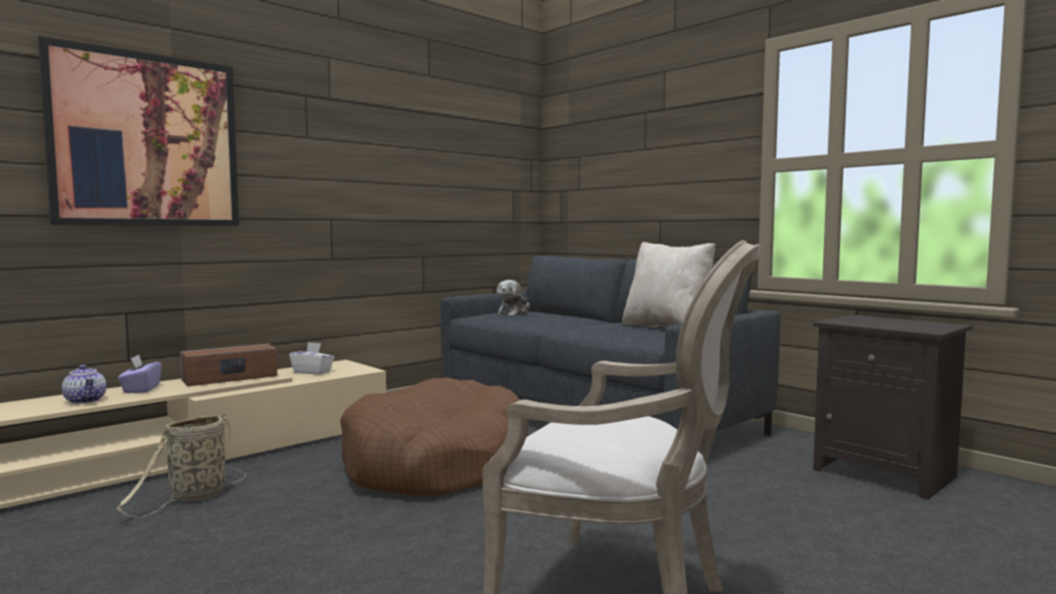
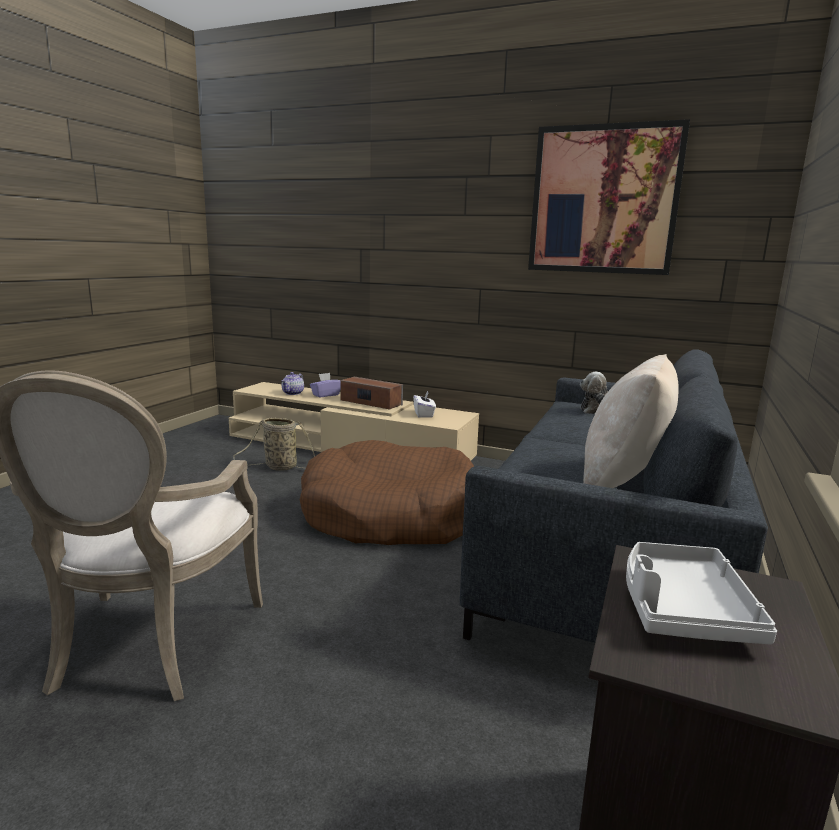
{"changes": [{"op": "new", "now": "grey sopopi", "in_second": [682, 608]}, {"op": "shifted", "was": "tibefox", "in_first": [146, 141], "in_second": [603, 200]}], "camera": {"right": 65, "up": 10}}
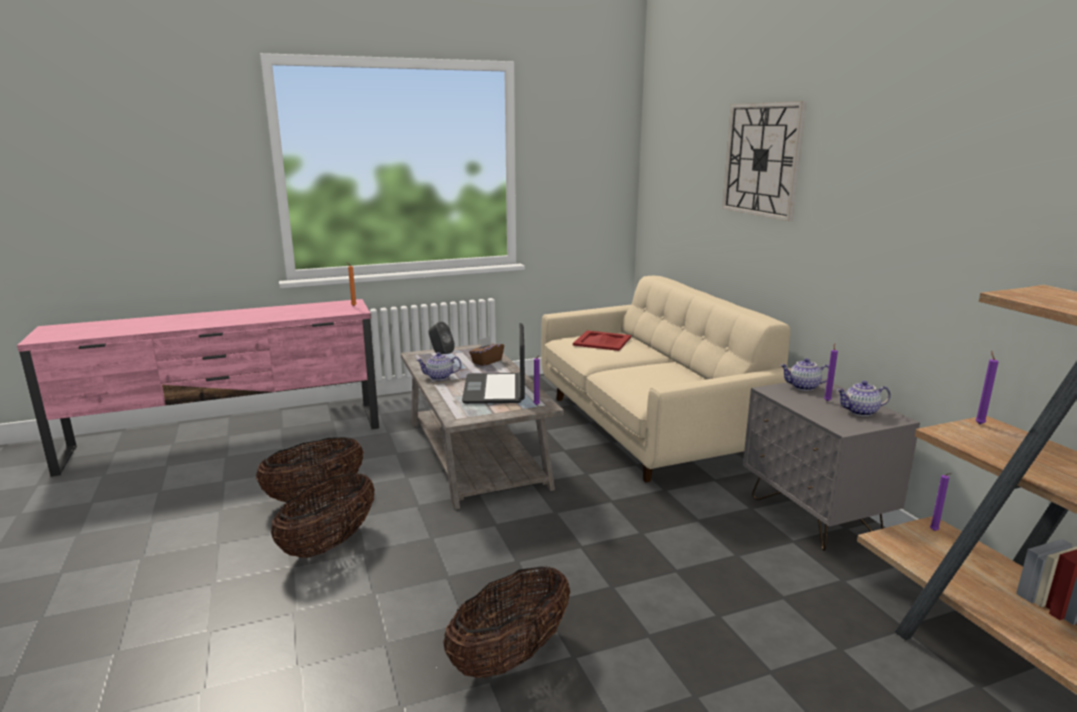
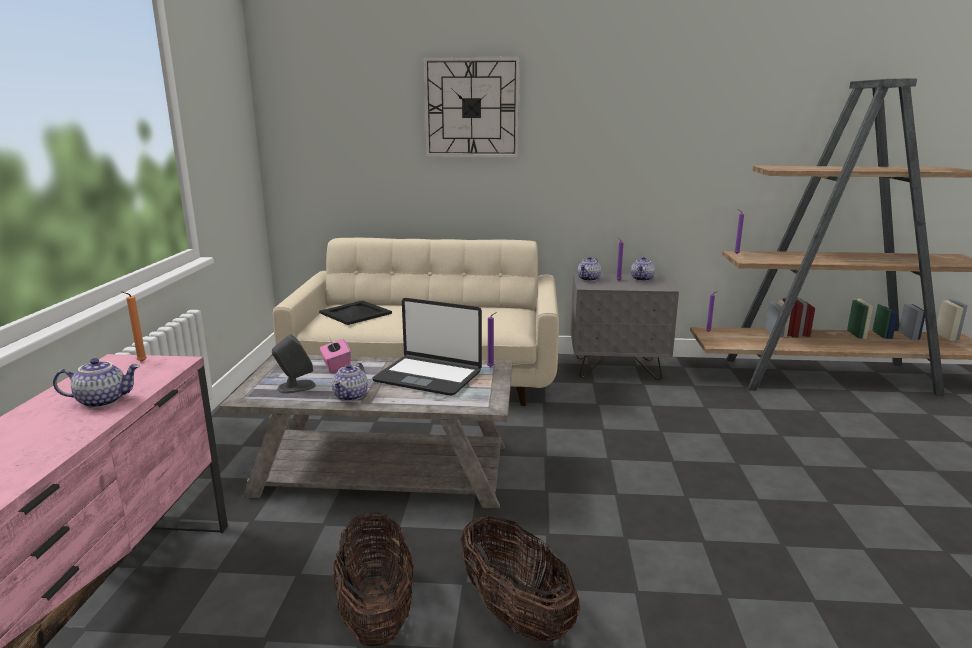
{"changes": [{"op": "gone", "was": "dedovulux", "in_first": [511, 656]}, {"op": "new", "now": "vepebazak", "in_second": [103, 401]}, {"op": "repainted", "was": "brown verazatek", "now": "pink verazatek", "in_first": [486, 361], "in_second": [336, 366]}, {"op": "repainted", "was": "red sopopi", "now": "black sopopi", "in_first": [603, 341], "in_second": [355, 313]}], "camera": {"right": -65, "up": 0}}
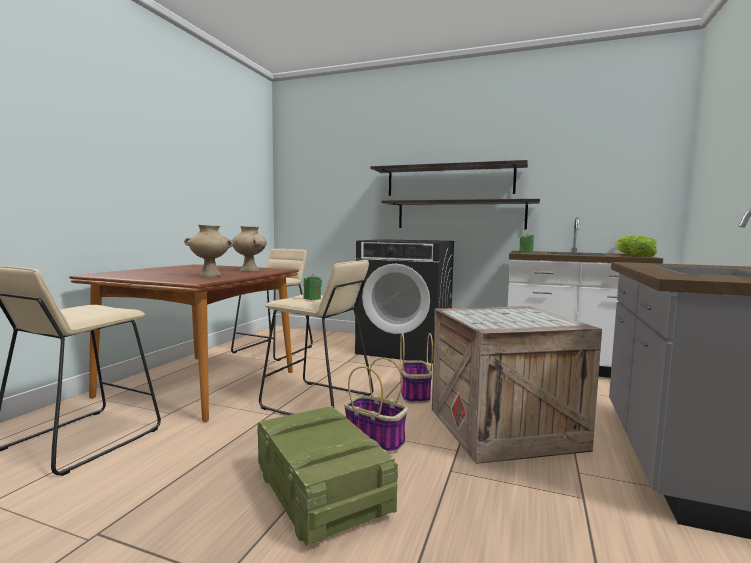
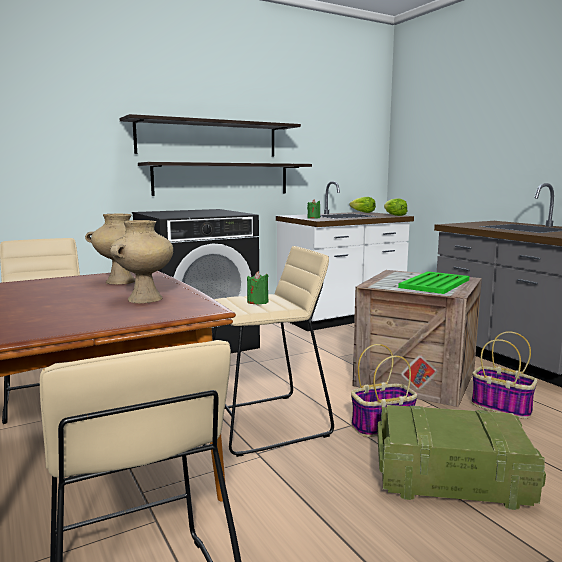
{"changes": [{"op": "new", "now": "green sopopi", "in_second": [435, 283]}, {"op": "shifted", "was": "dedovulux", "in_first": [415, 394], "in_second": [502, 407]}], "camera": {"right": -50, "up": 5}}
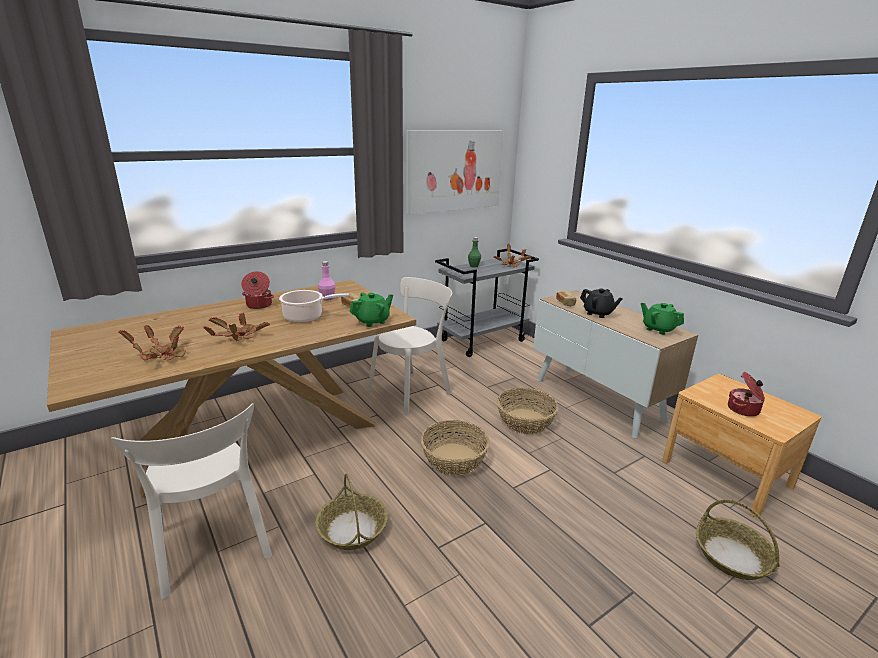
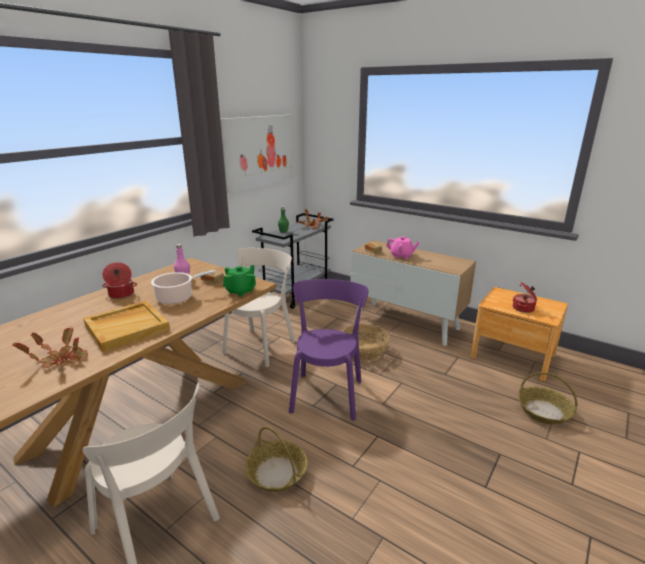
{"changes": [{"op": "gone", "was": "green vepebazak", "in_first": [658, 329]}, {"op": "swapped", "was": "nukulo", "now": "beige sopopi", "in_first": [239, 337], "in_second": [127, 327]}, {"op": "swapped", "was": "dedovulux", "now": "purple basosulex", "in_first": [454, 459], "in_second": [327, 393]}, {"op": "repainted", "was": "black vepebazak", "now": "pink vepebazak", "in_first": [598, 313], "in_second": [401, 256]}], "camera": {"right": -20, "up": 0}}
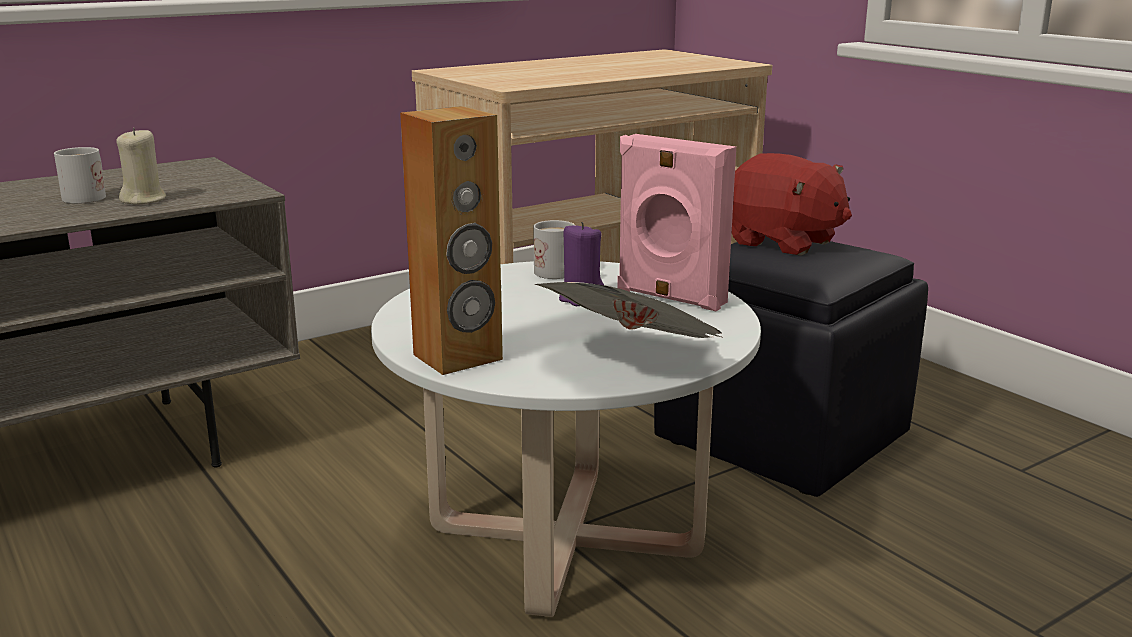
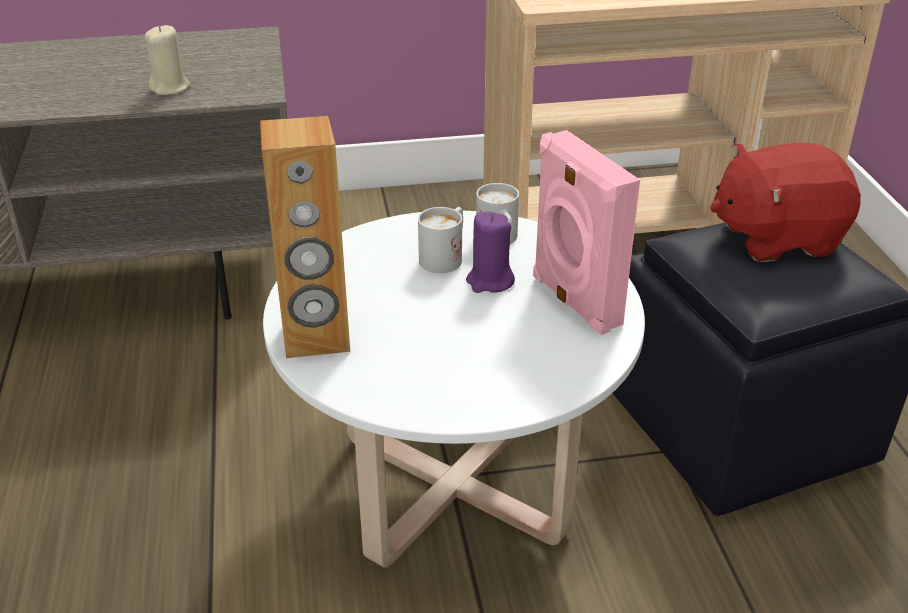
{"changes": [{"op": "gone", "was": "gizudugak", "in_first": [636, 361]}, {"op": "shifted", "was": "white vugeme", "in_first": [89, 196], "in_second": [445, 256]}, {"op": "rotated", "was": "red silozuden", "in_first": [782, 242], "in_second": [776, 237], "clockwise": 105}], "camera": {"right": 25, "up": 15}}
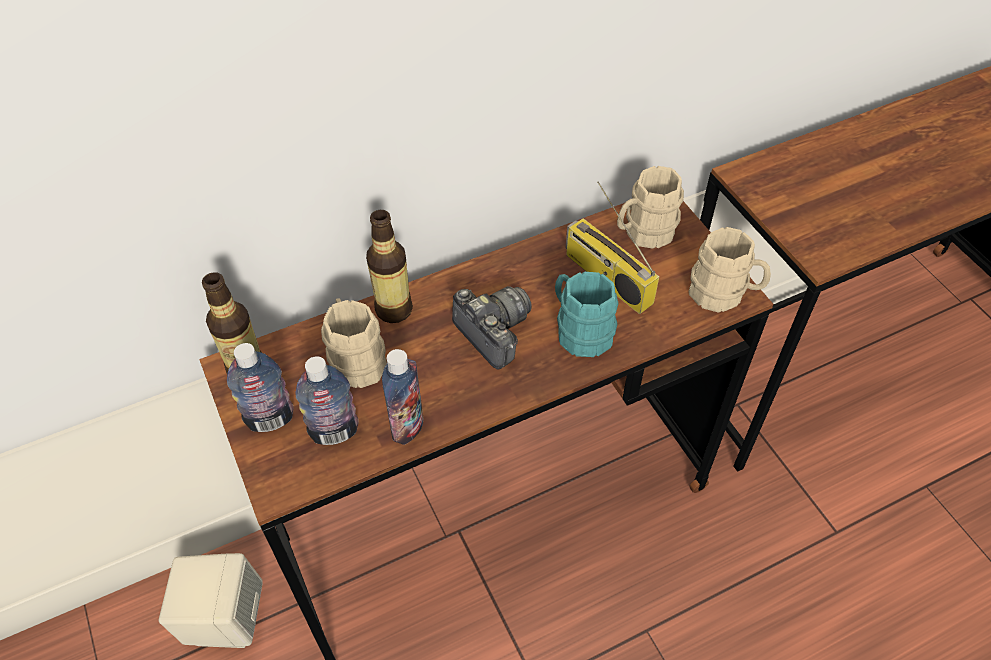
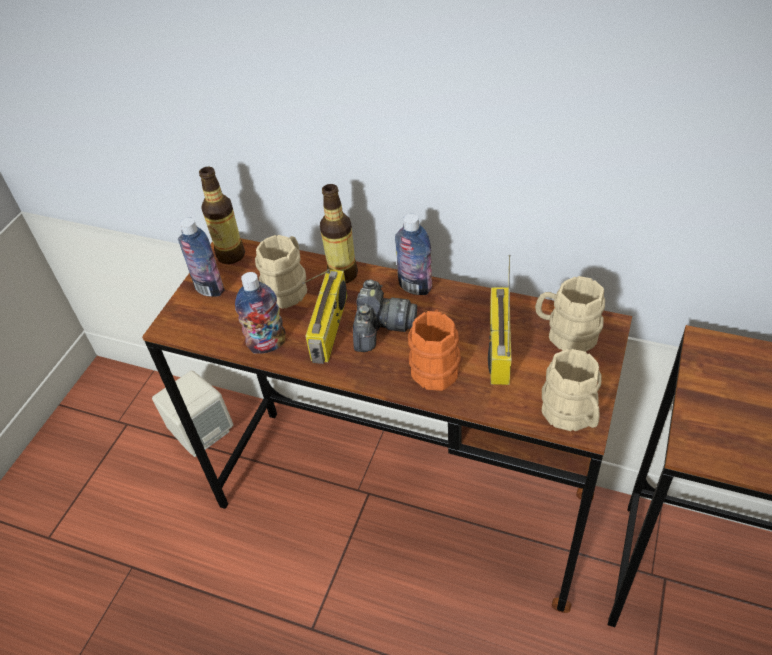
{"changes": [{"op": "new", "now": "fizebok", "in_second": [330, 329]}, {"op": "shifted", "was": "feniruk", "in_first": [334, 432], "in_second": [415, 287]}, {"op": "repainted", "was": "turquoise vugeme", "now": "orange vugeme", "in_first": [579, 331], "in_second": [435, 365]}], "camera": {"right": 50, "up": -5}}
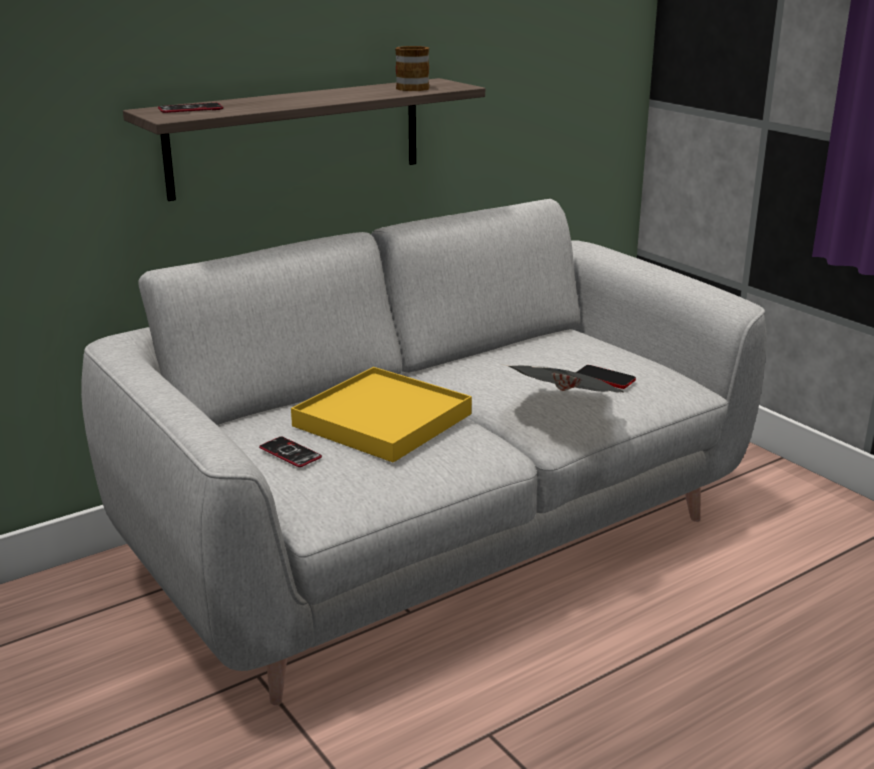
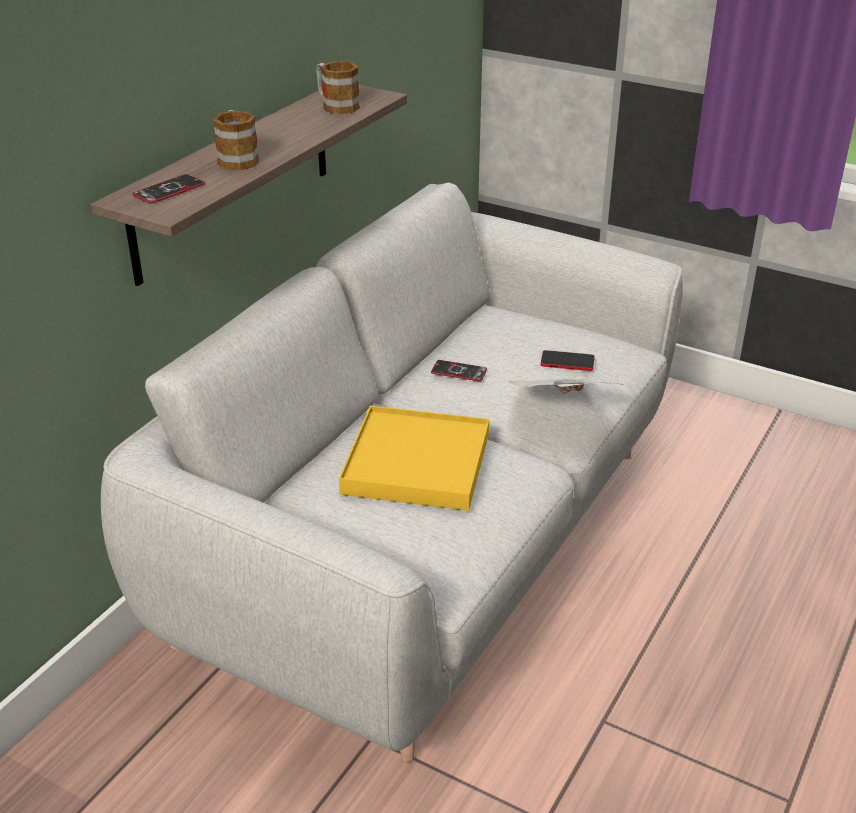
{"changes": [{"op": "new", "now": "vugeme", "in_second": [237, 159]}, {"op": "shifted", "was": "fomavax", "in_first": [290, 453], "in_second": [459, 371]}], "camera": {"right": -25, "up": 10}}
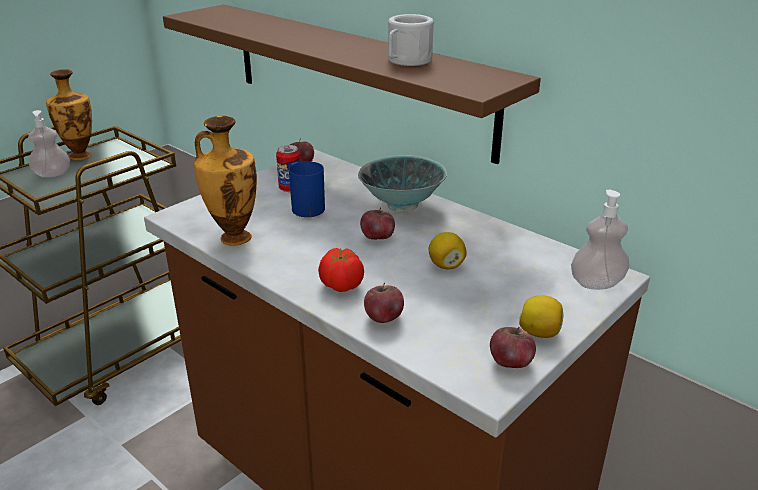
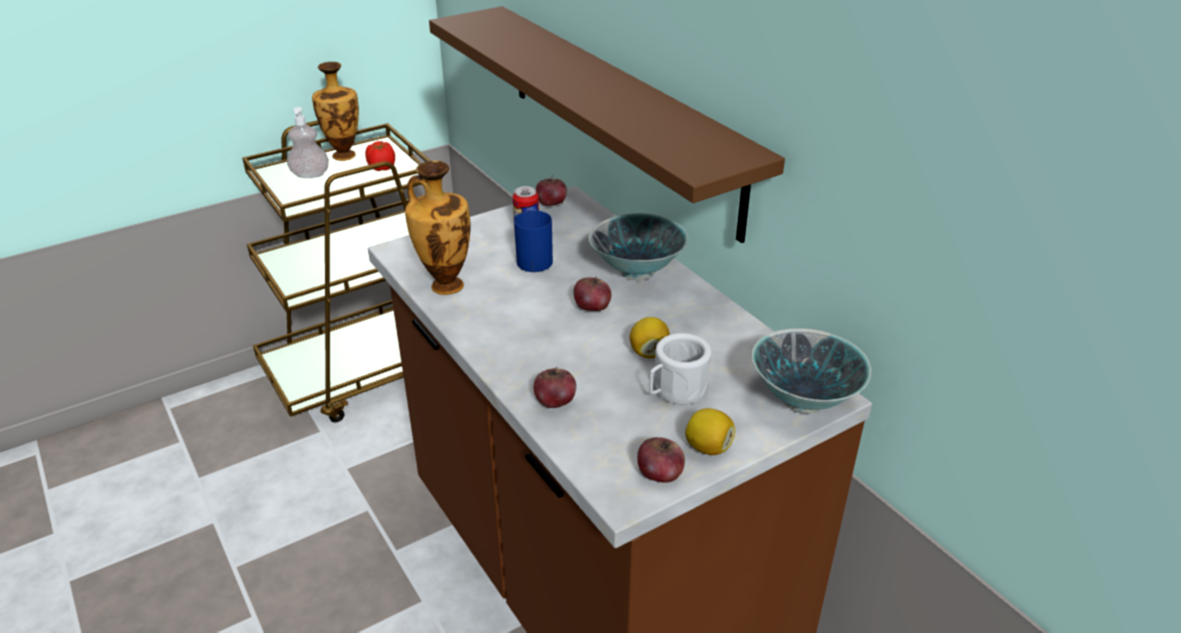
{"changes": [{"op": "shifted", "was": "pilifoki", "in_first": [341, 286], "in_second": [381, 168]}, {"op": "shifted", "was": "white vugeme", "in_first": [406, 61], "in_second": [675, 390]}, {"op": "swapped", "was": "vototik", "now": "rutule", "in_first": [596, 283], "in_second": [804, 401]}], "camera": {"right": 15, "up": 5}}
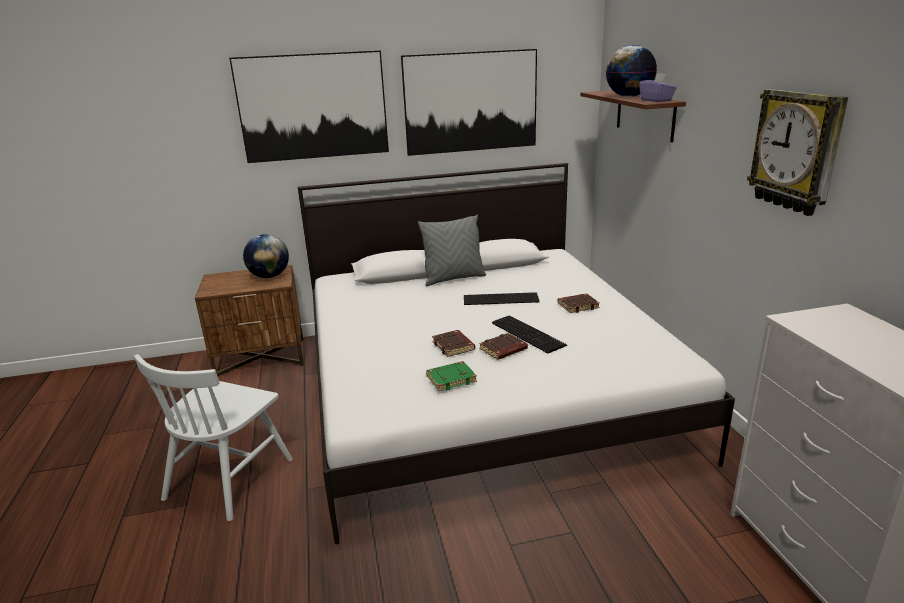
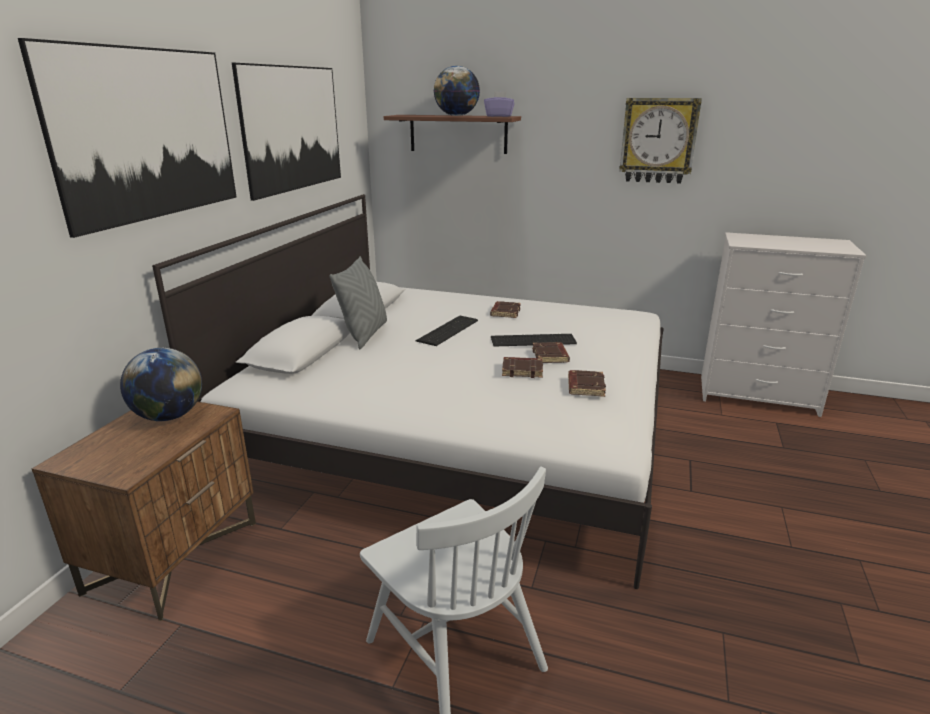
{"changes": [{"op": "repainted", "was": "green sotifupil", "now": "brown sotifupil", "in_first": [451, 379], "in_second": [585, 386]}], "camera": {"right": -60, "up": 0}}
